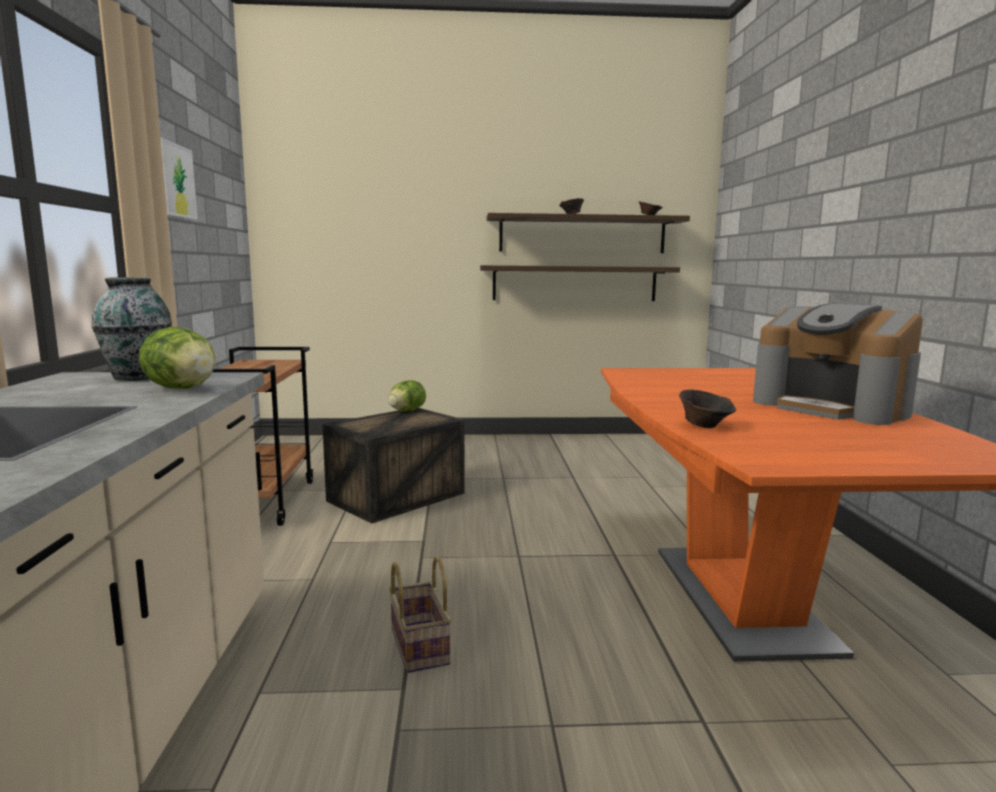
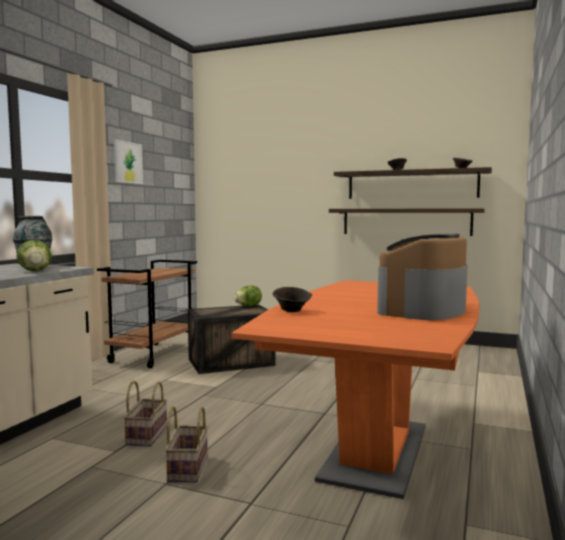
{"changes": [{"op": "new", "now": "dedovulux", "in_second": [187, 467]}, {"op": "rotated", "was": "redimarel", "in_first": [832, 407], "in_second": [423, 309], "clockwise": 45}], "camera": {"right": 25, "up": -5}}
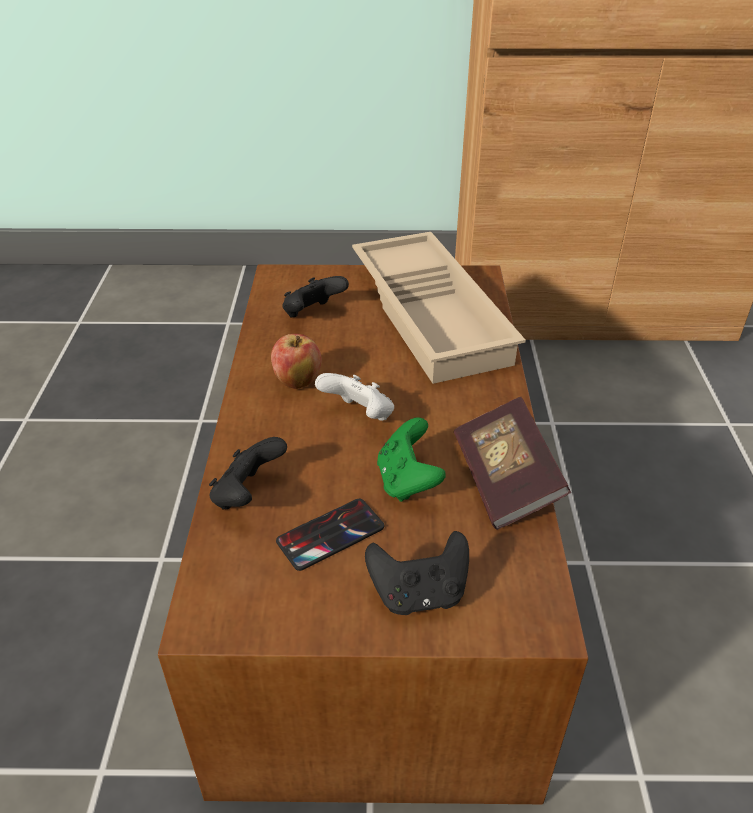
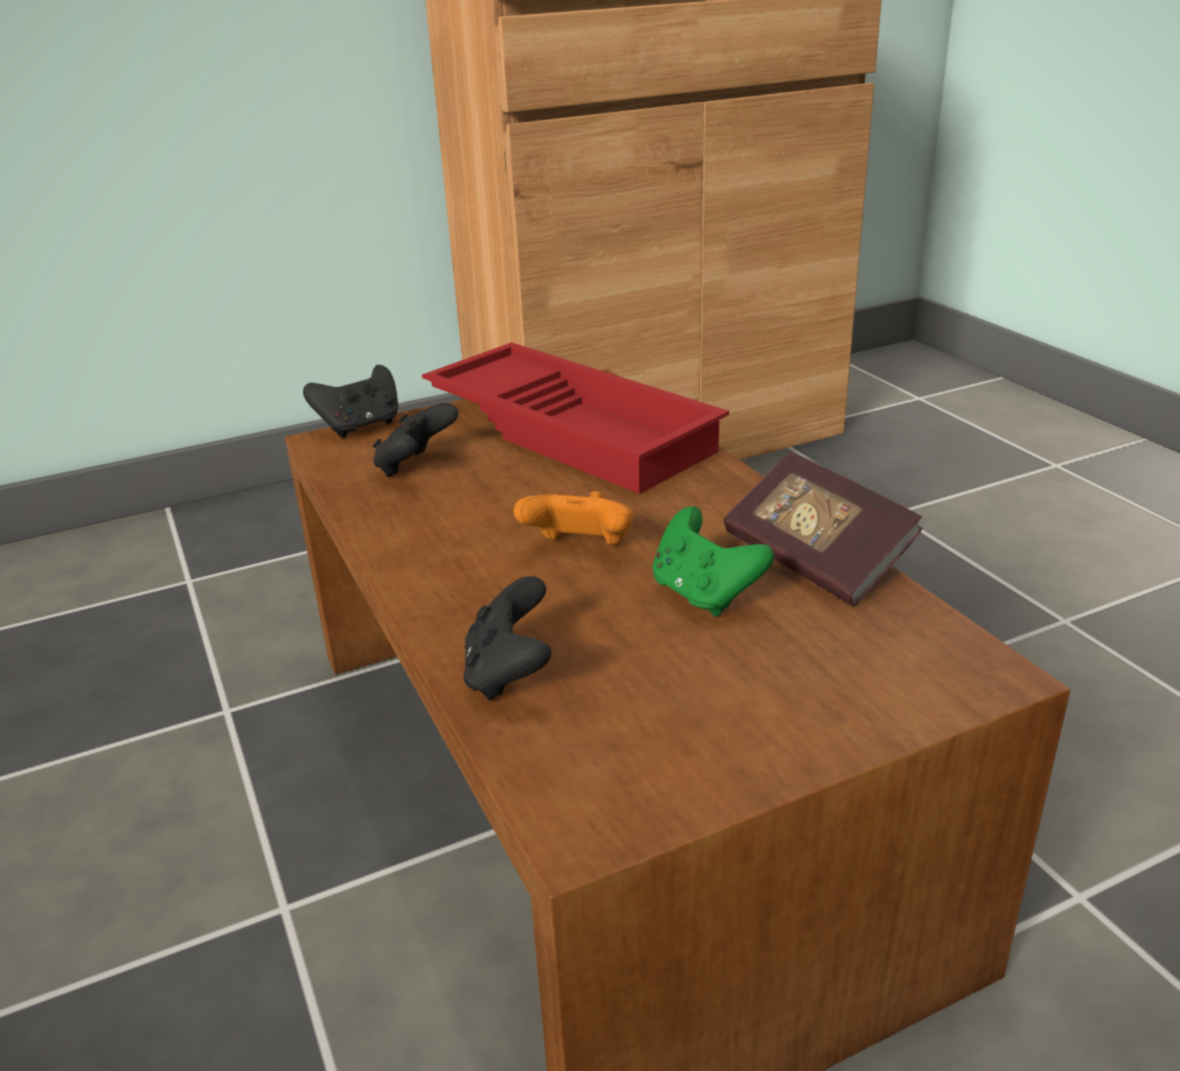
{"changes": [{"op": "gone", "was": "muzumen", "in_first": [297, 382]}, {"op": "gone", "was": "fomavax", "in_first": [330, 534]}, {"op": "shifted", "was": "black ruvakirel", "in_first": [419, 594], "in_second": [360, 426]}, {"op": "repainted", "was": "white ruvakirel", "now": "orange ruvakirel", "in_first": [359, 416], "in_second": [579, 550]}, {"op": "repainted", "was": "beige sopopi", "now": "red sopopi", "in_first": [433, 315], "in_second": [575, 430]}], "camera": {"right": -25, "up": -10}}
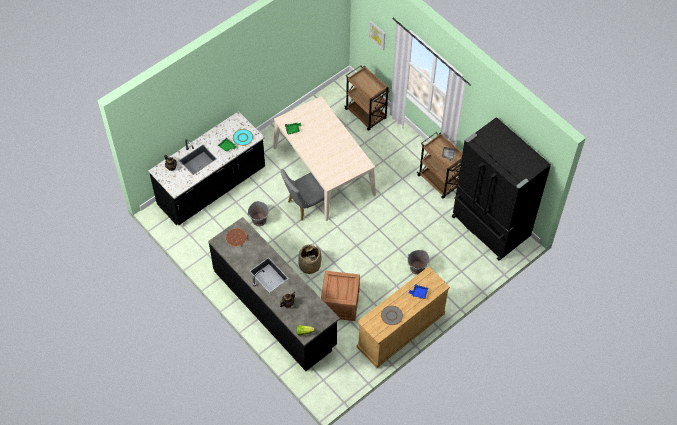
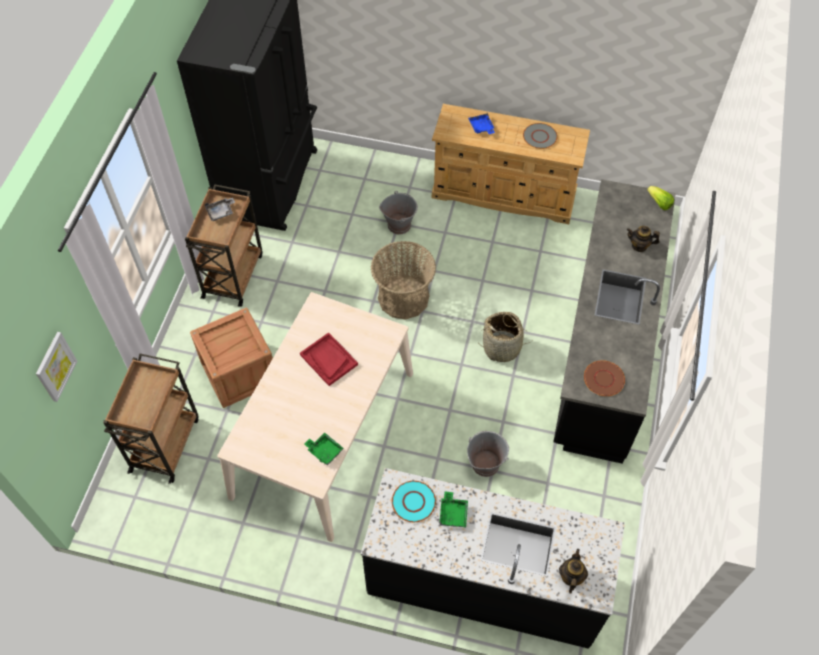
{"changes": [{"op": "gone", "was": "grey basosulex", "in_first": [305, 205]}, {"op": "new", "now": "red sopopi", "in_second": [328, 360]}, {"op": "new", "now": "dedovulux", "in_second": [403, 297]}, {"op": "shifted", "was": "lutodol", "in_first": [340, 304], "in_second": [239, 372]}], "camera": {"right": -125, "up": 0}}
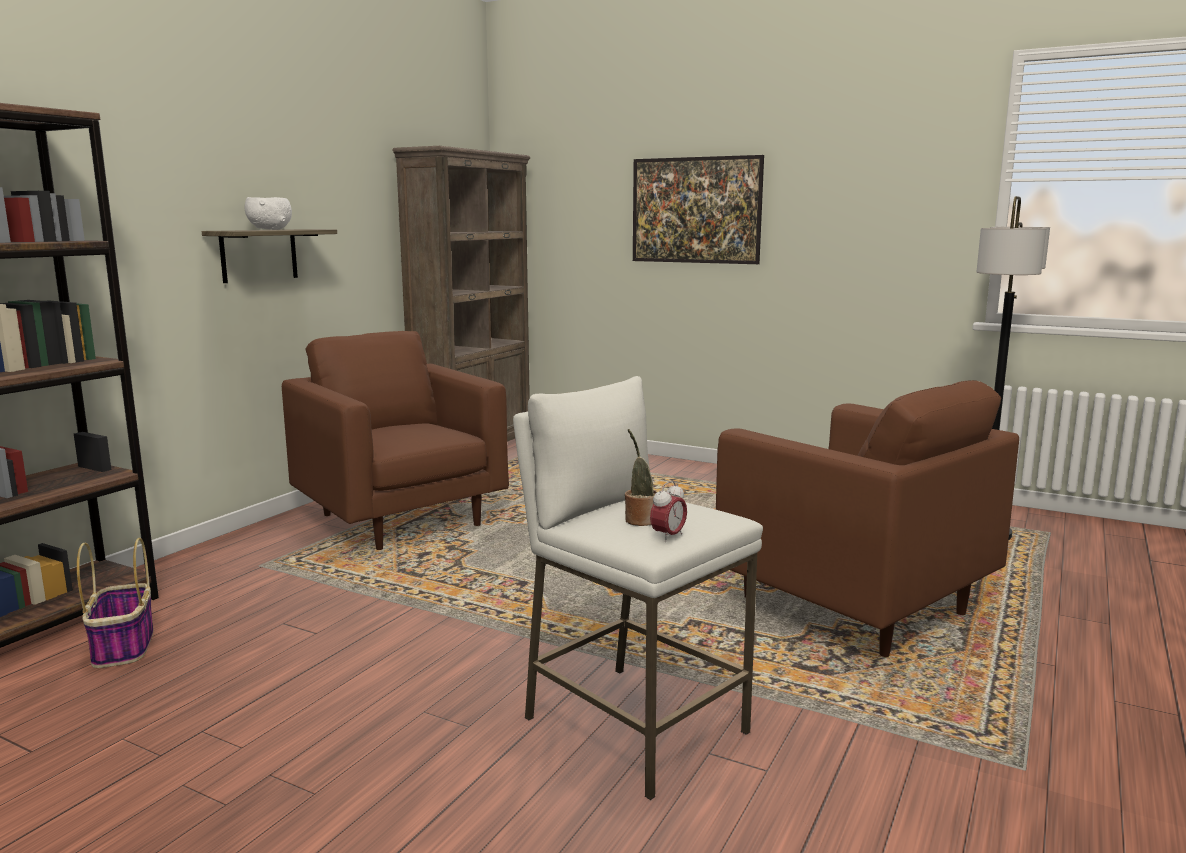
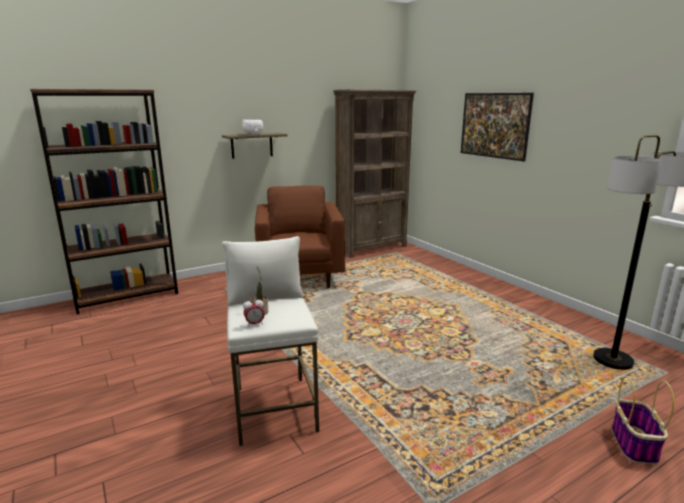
{"changes": [{"op": "gone", "was": "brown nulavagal", "in_first": [854, 607]}, {"op": "shifted", "was": "dedovulux", "in_first": [123, 647], "in_second": [634, 445]}], "camera": {"right": 30, "up": 5}}
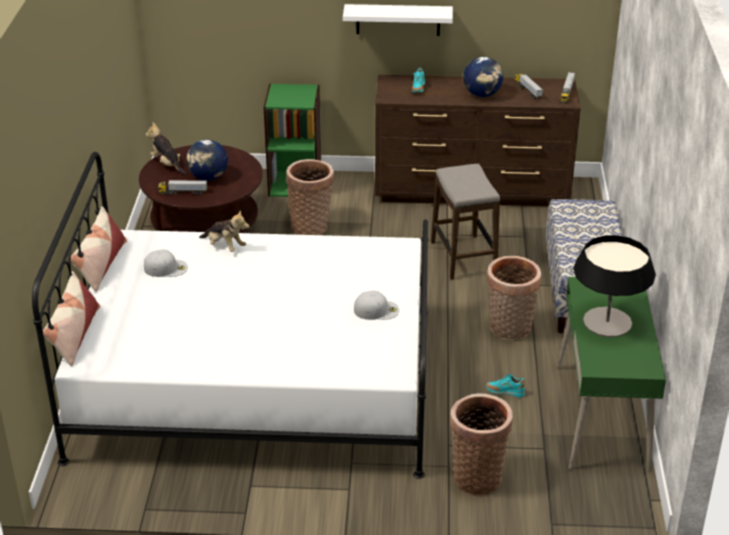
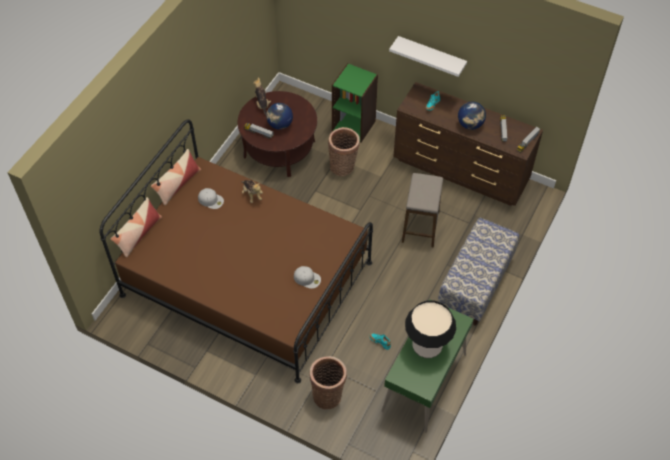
{"changes": [{"op": "gone", "was": "dedovulux", "in_first": [509, 330]}, {"op": "repainted", "was": "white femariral", "now": "brown femariral", "in_first": [256, 382], "in_second": [247, 279]}], "camera": {"right": 25, "up": 20}}
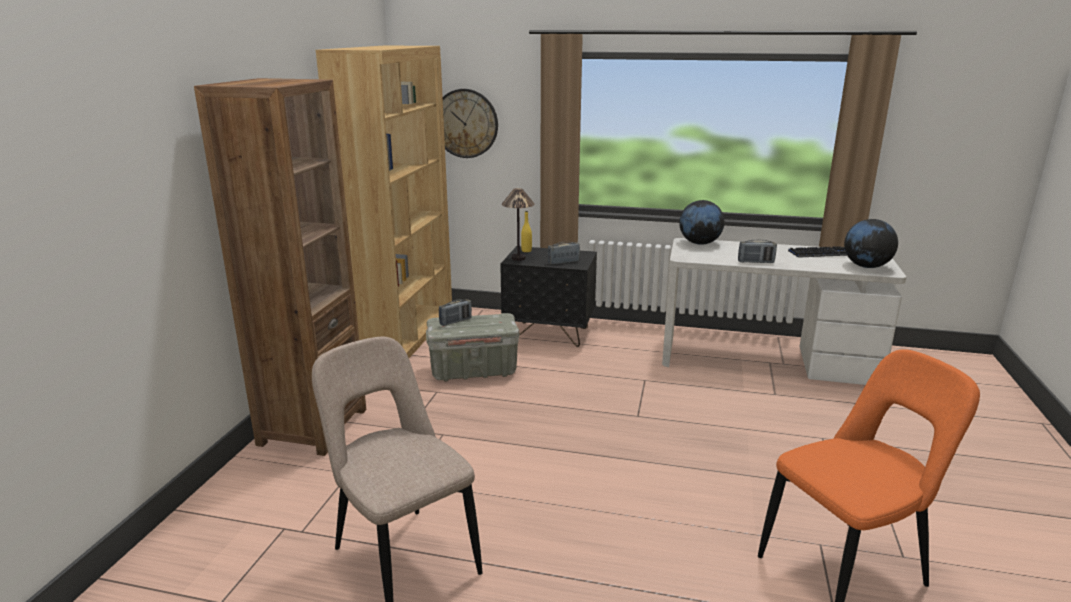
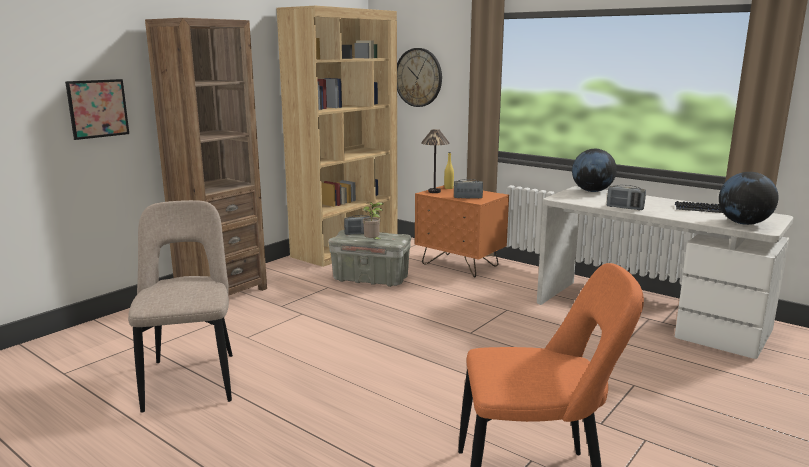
{"changes": [{"op": "new", "now": "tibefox", "in_second": [98, 108]}, {"op": "new", "now": "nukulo", "in_second": [373, 241]}, {"op": "repainted", "was": "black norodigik", "now": "orange norodigik", "in_first": [549, 334], "in_second": [460, 265]}], "camera": {"right": 25, "up": -5}}
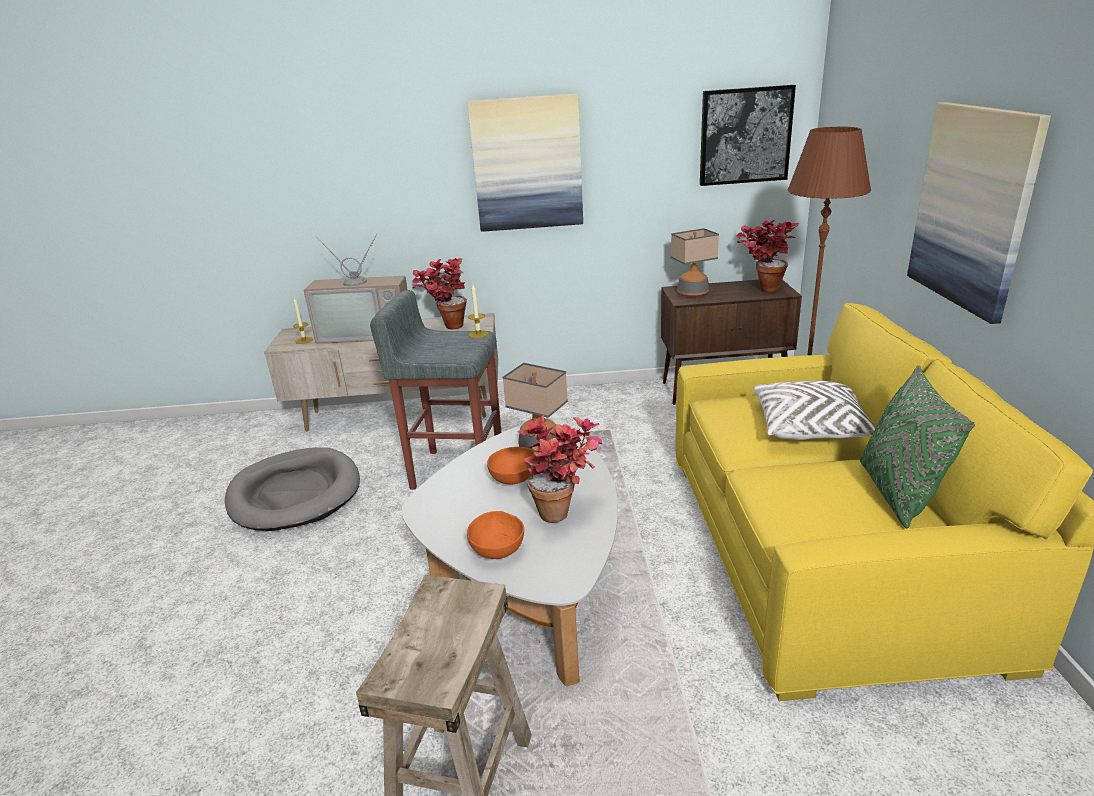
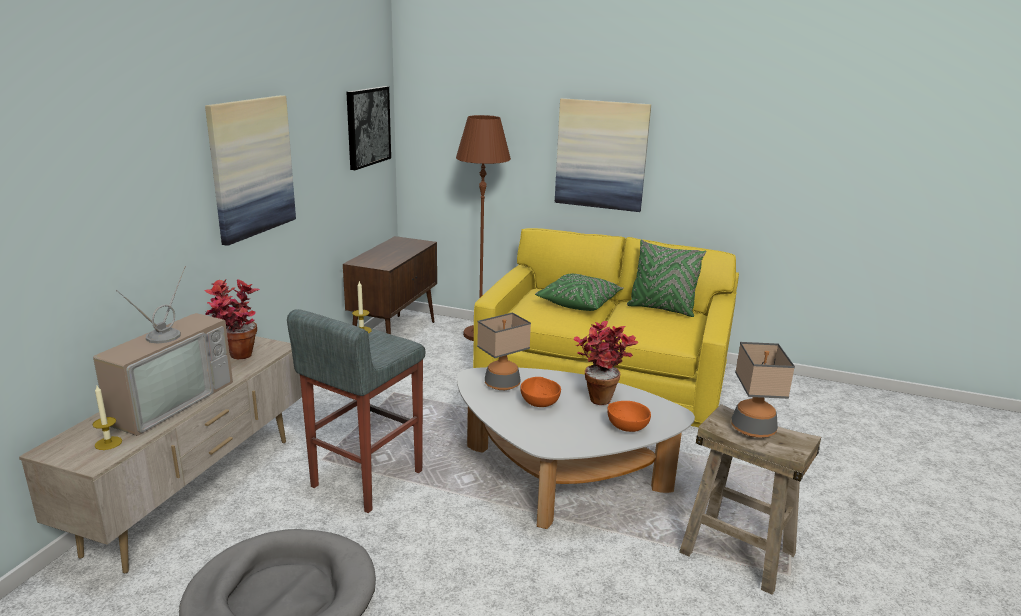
{"changes": [{"op": "gone", "was": "nukulo", "in_first": [762, 288]}, {"op": "shifted", "was": "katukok", "in_first": [693, 293], "in_second": [753, 429]}, {"op": "repainted", "was": "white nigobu", "now": "green nigobu", "in_first": [810, 426], "in_second": [579, 303]}], "camera": {"right": -70, "up": -5}}
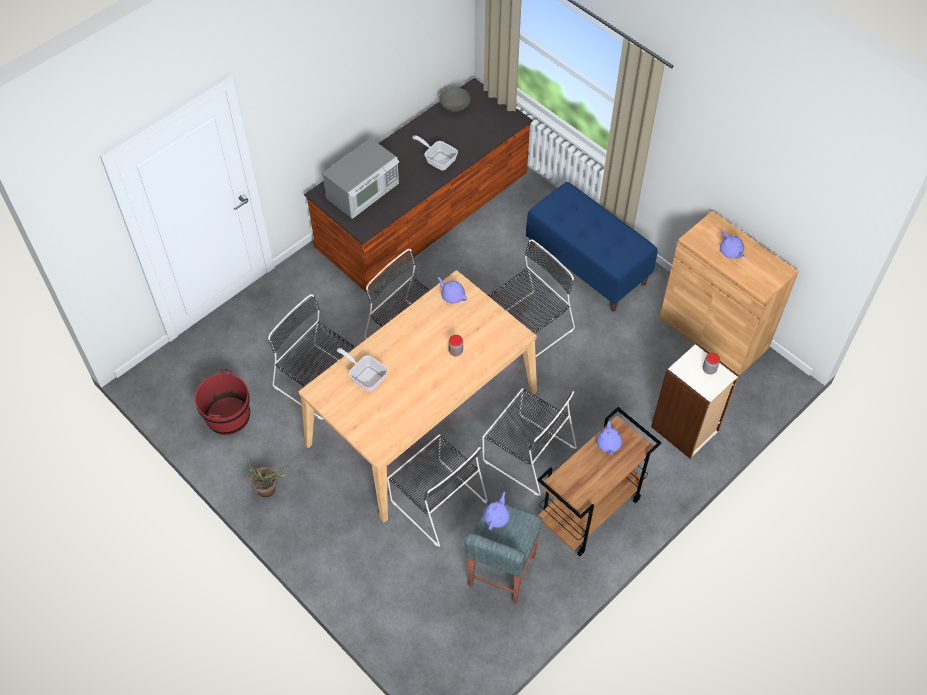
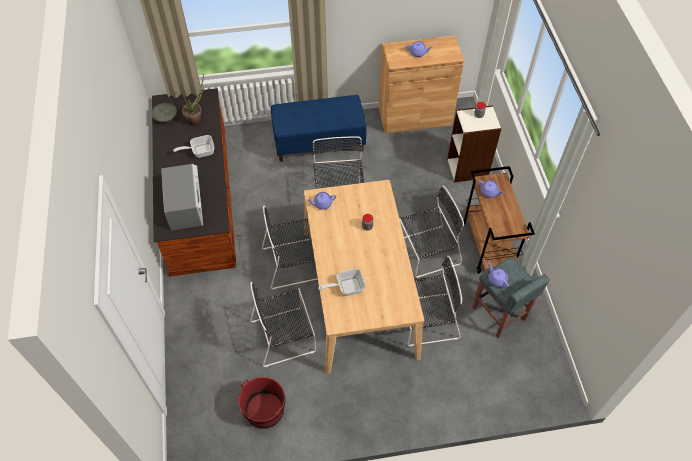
{"changes": [{"op": "shifted", "was": "nukulo", "in_first": [270, 490], "in_second": [196, 119]}], "camera": {"right": -55, "up": 0}}
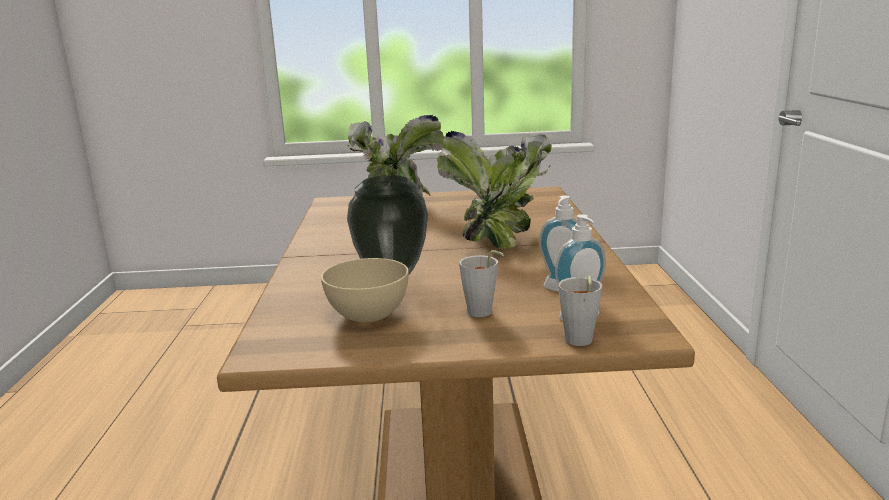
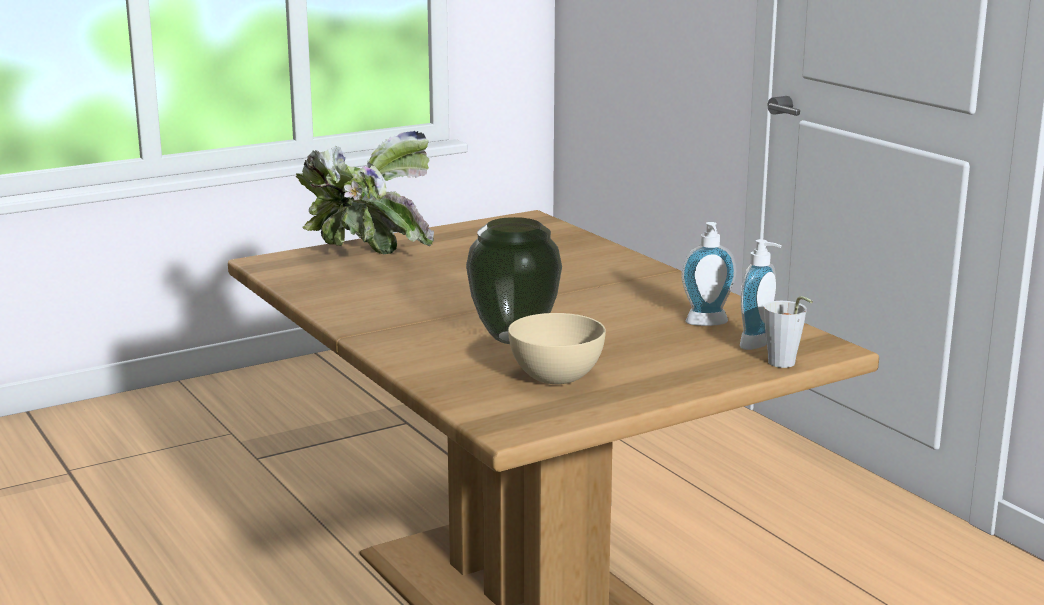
{"changes": [{"op": "gone", "was": "nukulo", "in_first": [499, 238]}, {"op": "gone", "was": "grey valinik", "in_first": [483, 314]}], "camera": {"right": -30, "up": 0}}
